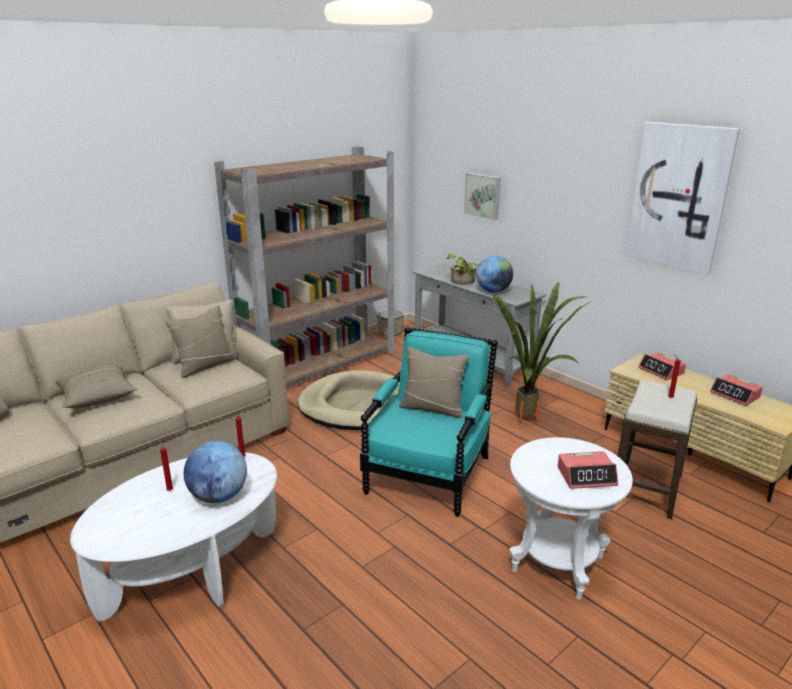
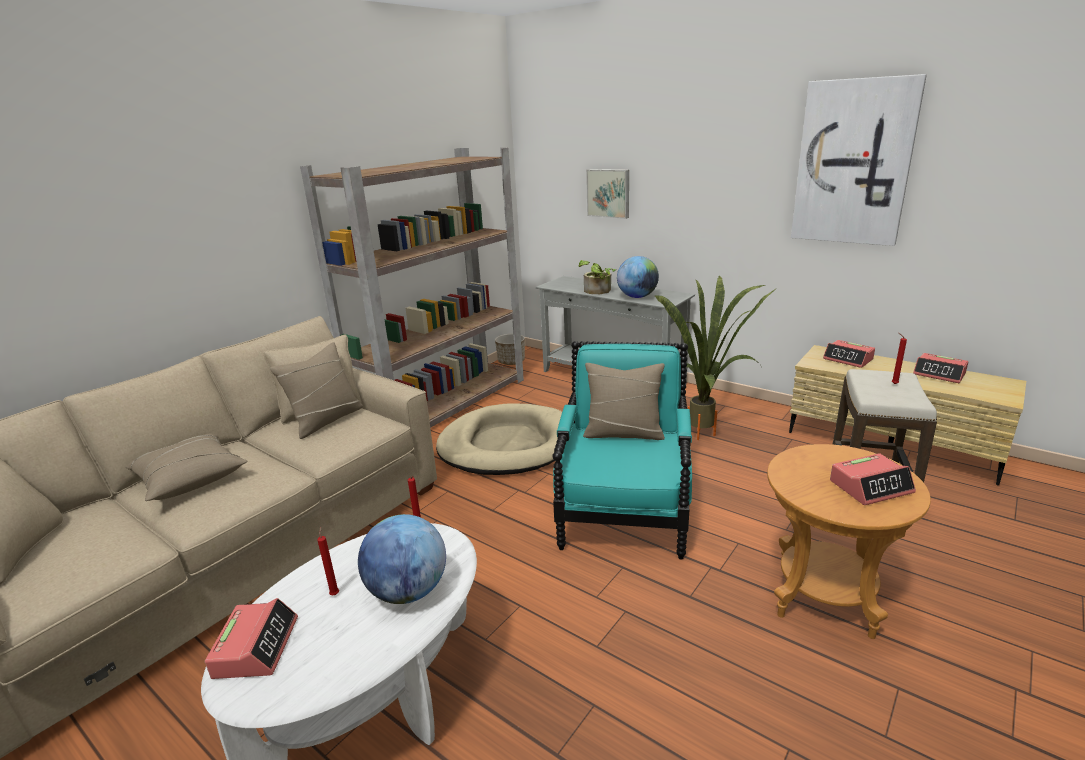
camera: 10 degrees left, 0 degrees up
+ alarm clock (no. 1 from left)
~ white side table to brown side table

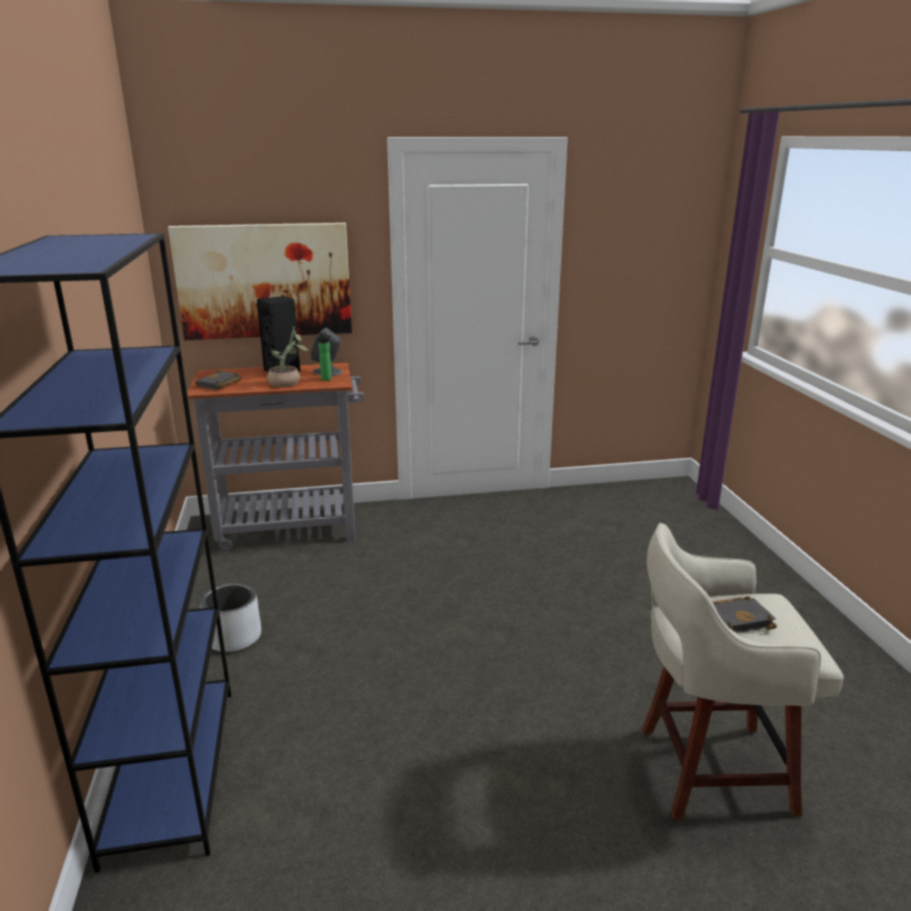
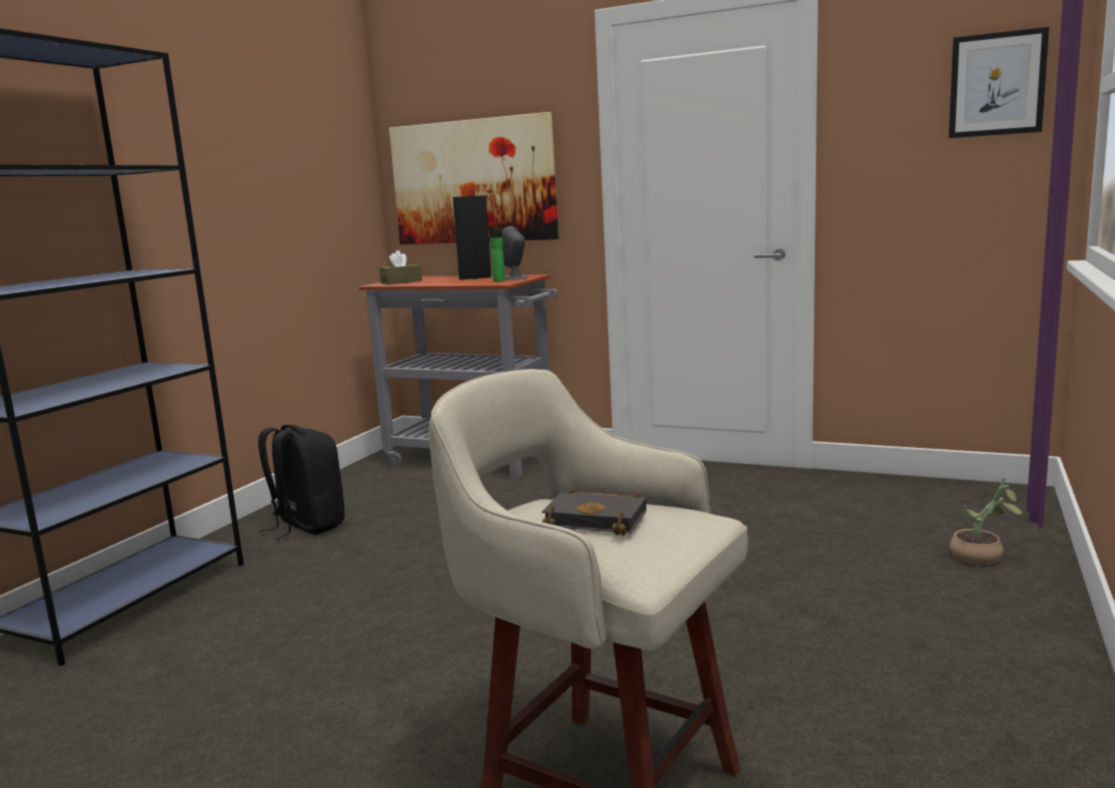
camera: 35 degrees right, 10 degrees down
~ grey planter to black backpack
~ black book (no. 1 from left) to brown tissue box
+ picture (no. 2 from left)
~ potted plant

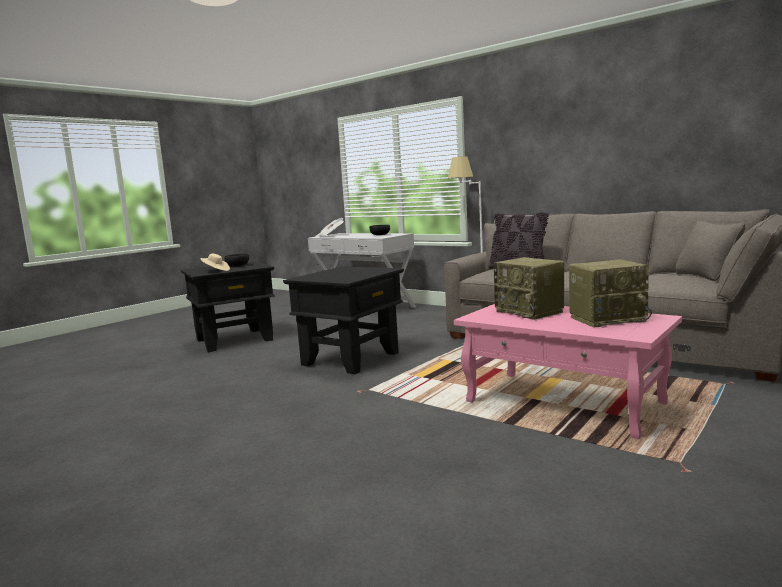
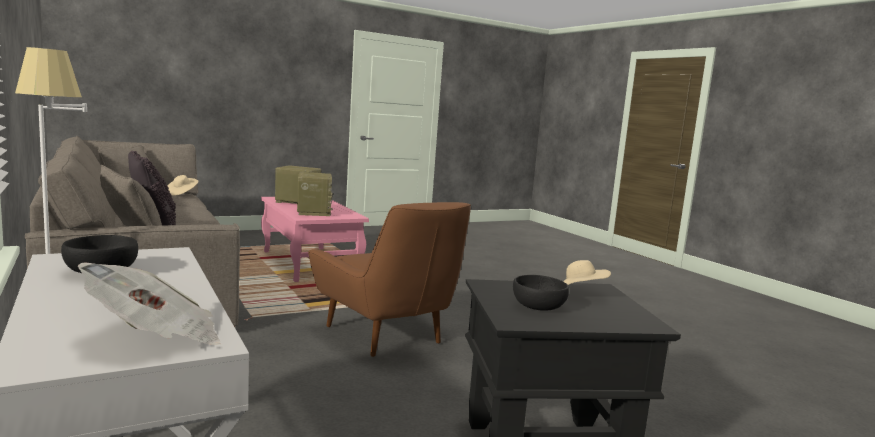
camera: 160 degrees left, 0 degrees up
+ beige hat (no. 1 from left)
~ black side table (no. 2 from left) to brown armchair

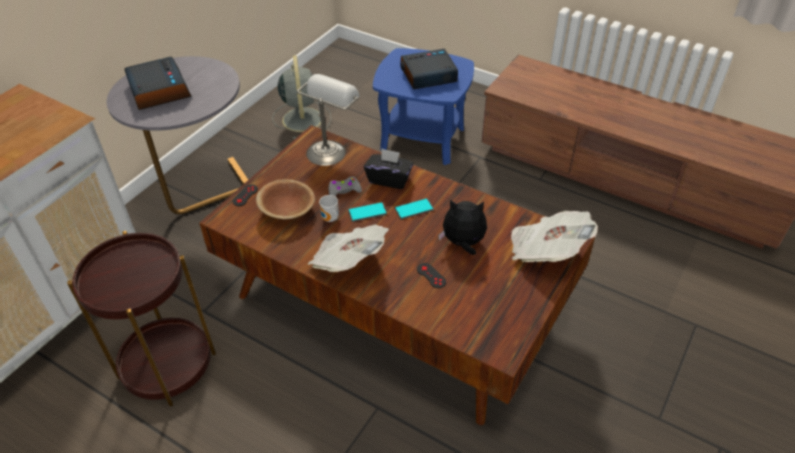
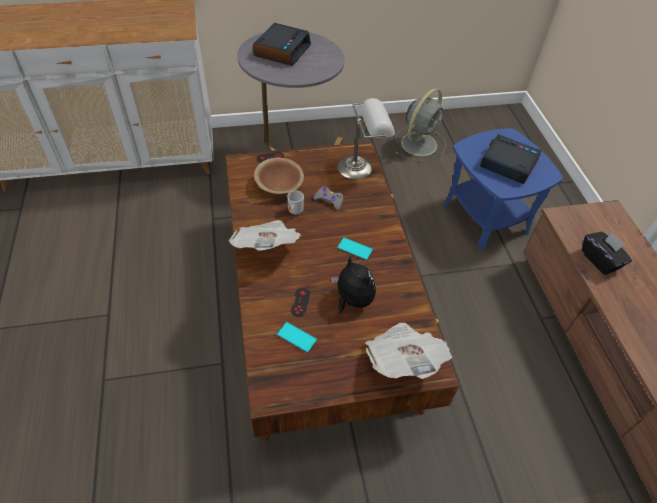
camera: 45 degrees right, 5 degrees up
~ phone (no. 1 from left)
~ black tissue box
- brown side table

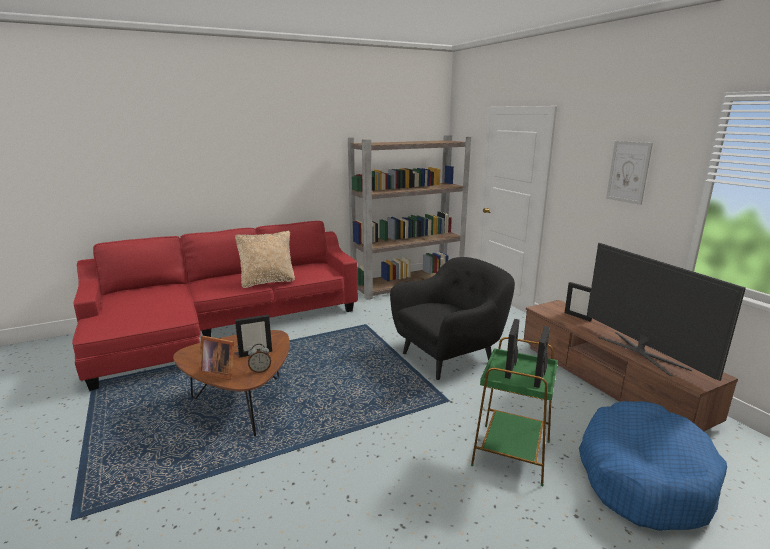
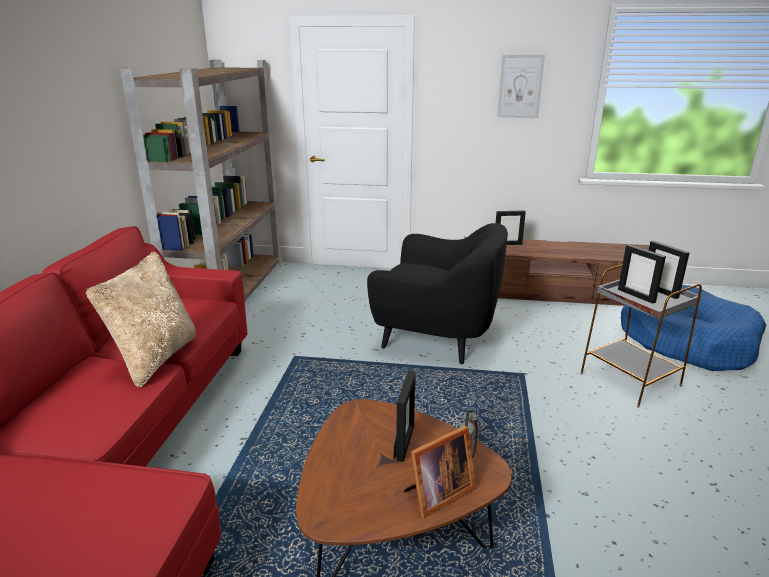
camera: 55 degrees left, 5 degrees up
~ black armchair 105 degrees clockwise
~ green side table to grey side table
- television

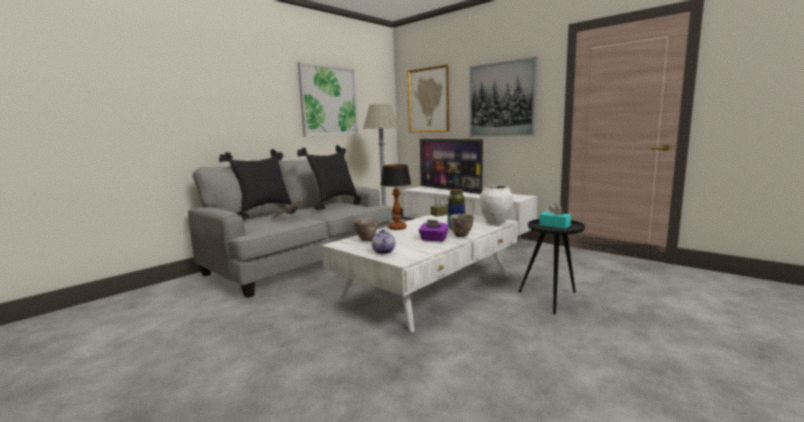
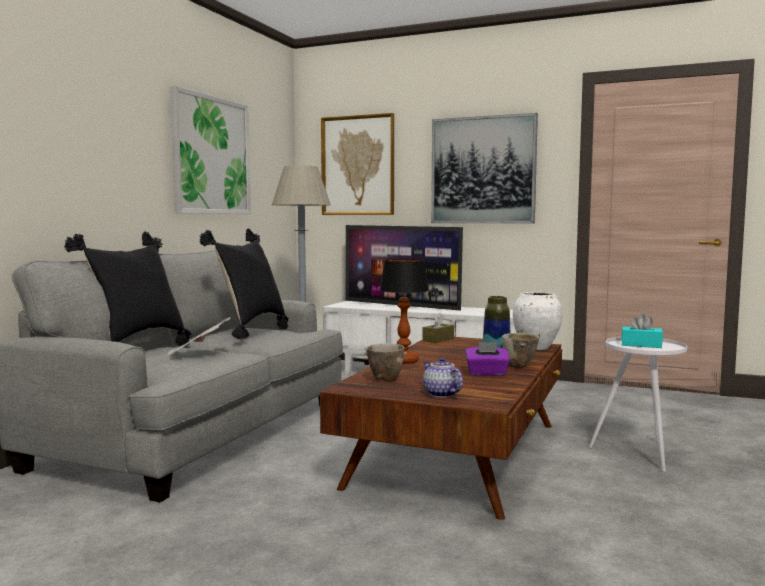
camera: 20 degrees left, 5 degrees down
~ white coffee table to brown coffee table
~ black side table to white side table

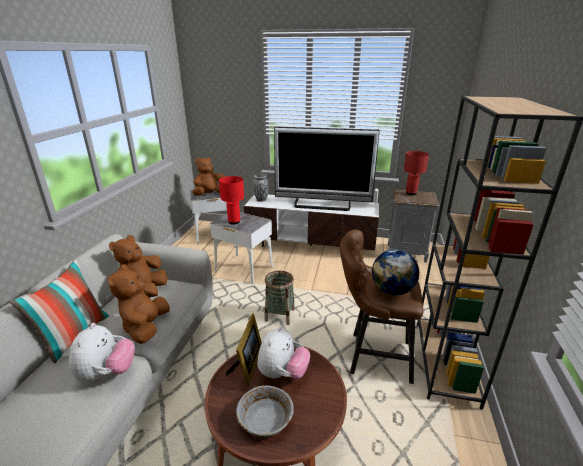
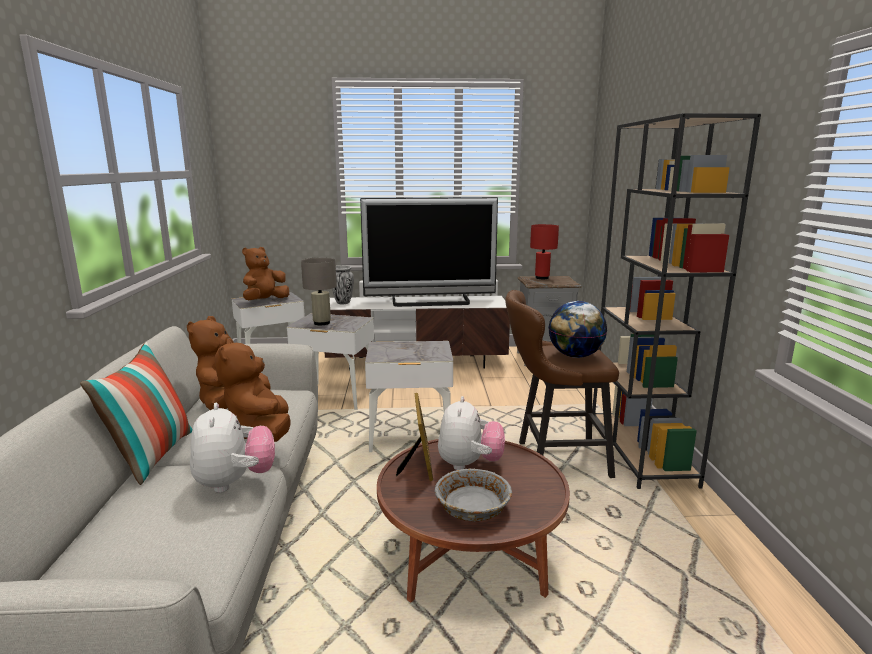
camera: 15 degrees left, 10 degrees down
~ red table lamp (no. 1 from left) to grey table lamp
~ basket to side table (no. 3 from left)

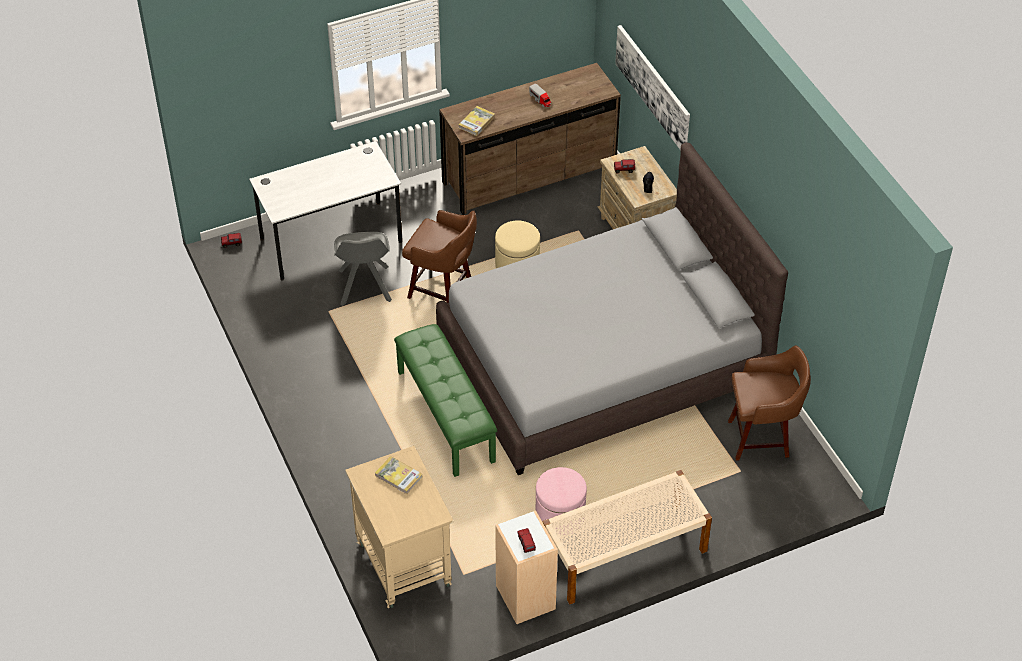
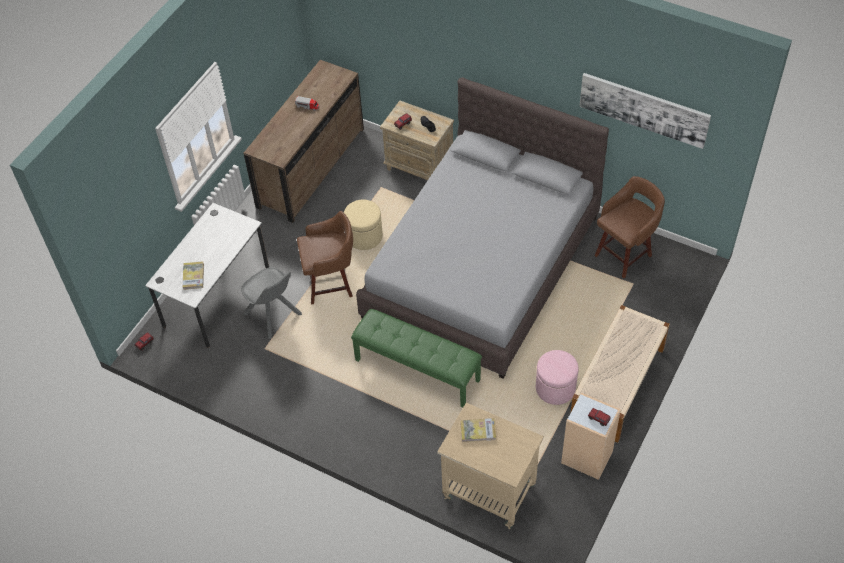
camera: 35 degrees left, 5 degrees up
~ book (no. 2 from left in the first image) to book (no. 1 from left)
~ picture

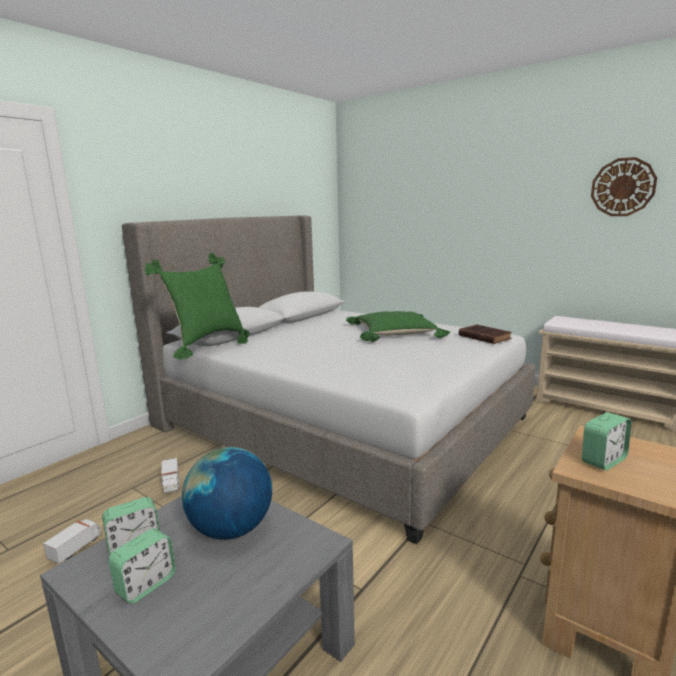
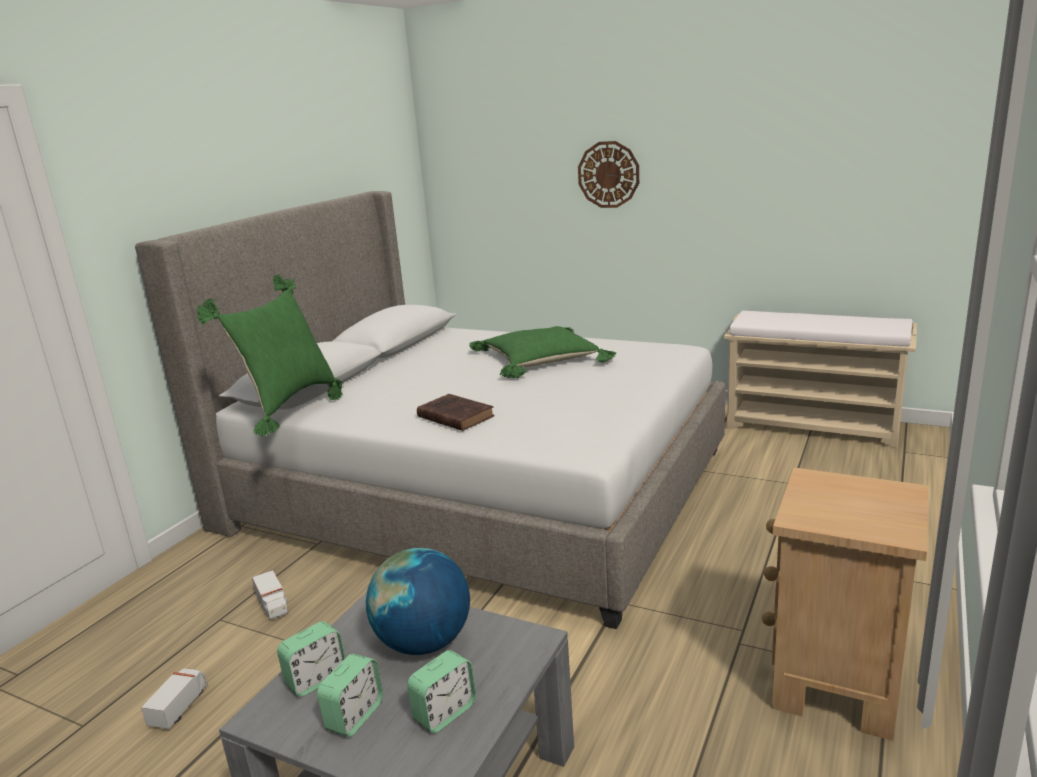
camera: 10 degrees left, 5 degrees up
~ alarm clock (no. 3 from left)
~ brown book
~ wall clock

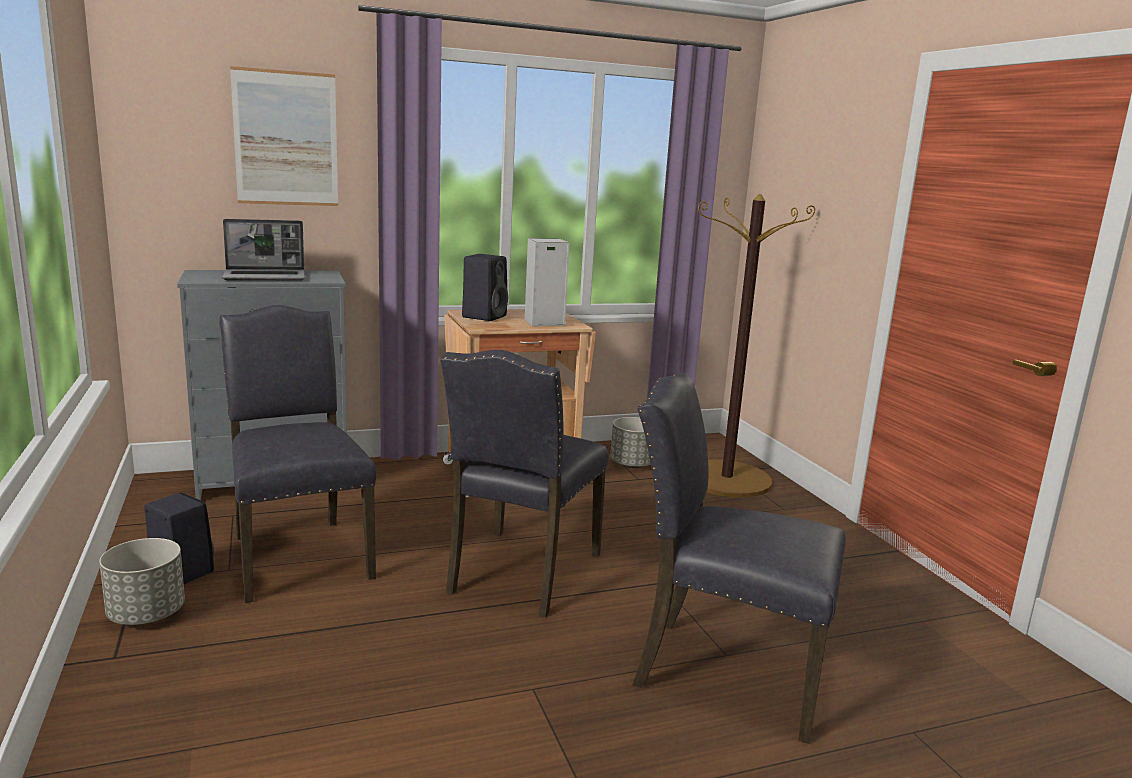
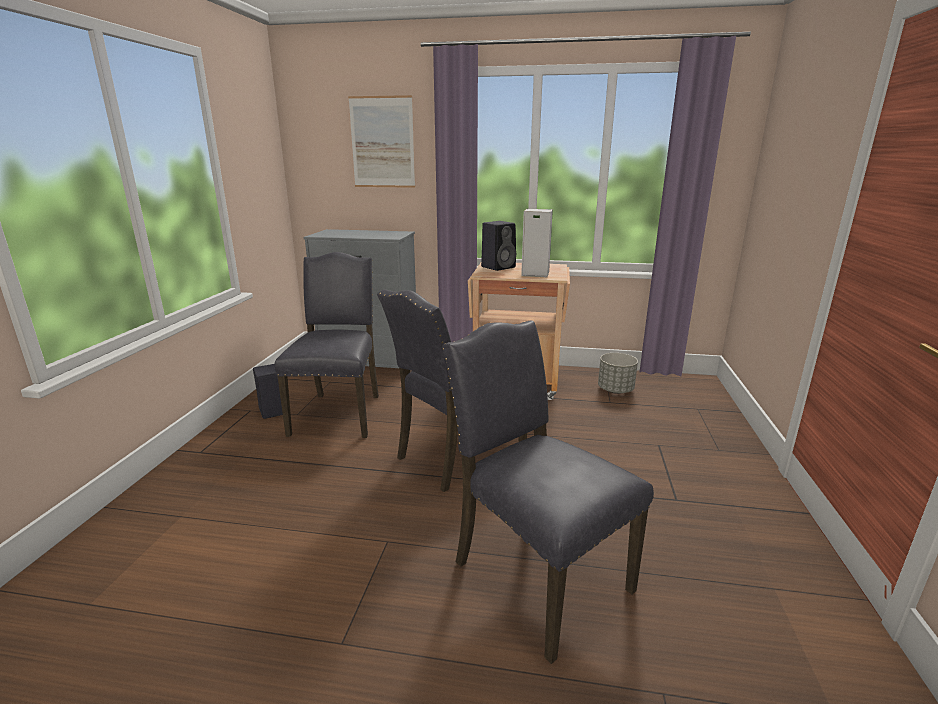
camera: 30 degrees right, 5 degrees up
- grey planter (no. 1 from left)
- laptop
- brown clothes rack

